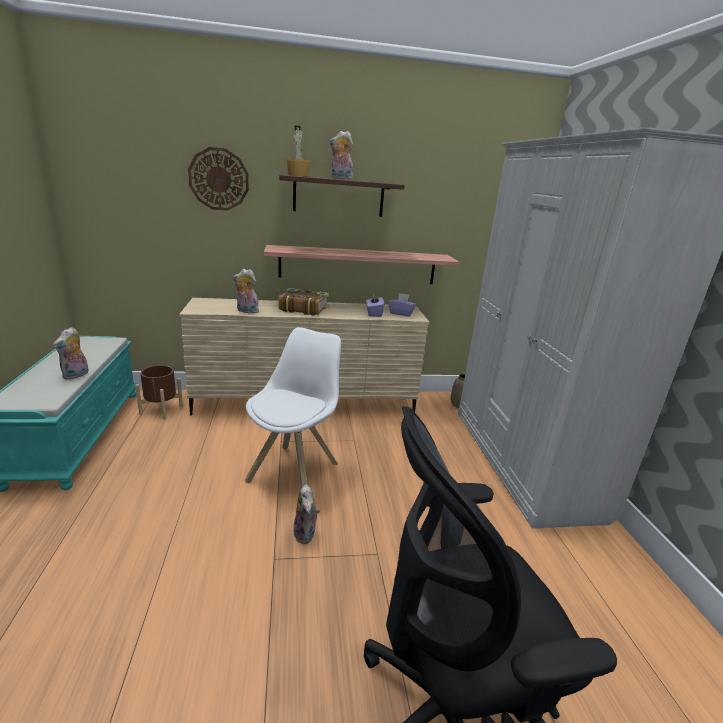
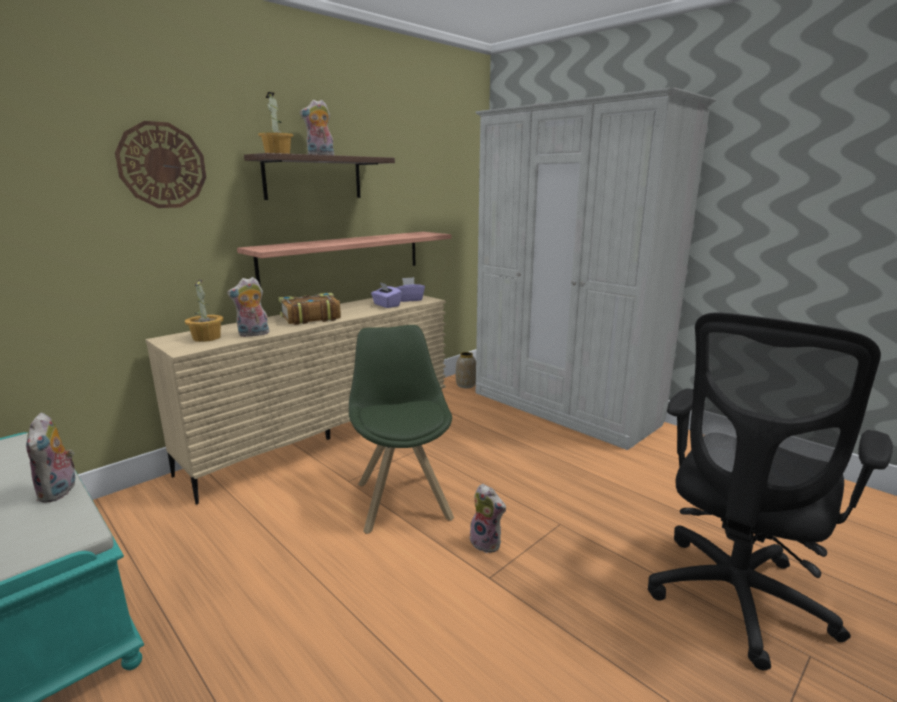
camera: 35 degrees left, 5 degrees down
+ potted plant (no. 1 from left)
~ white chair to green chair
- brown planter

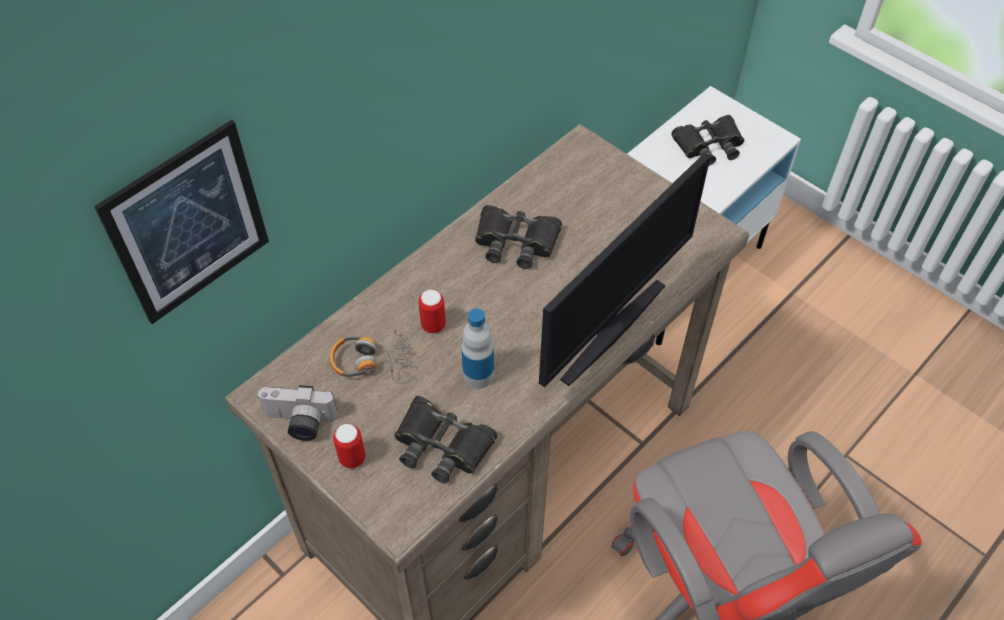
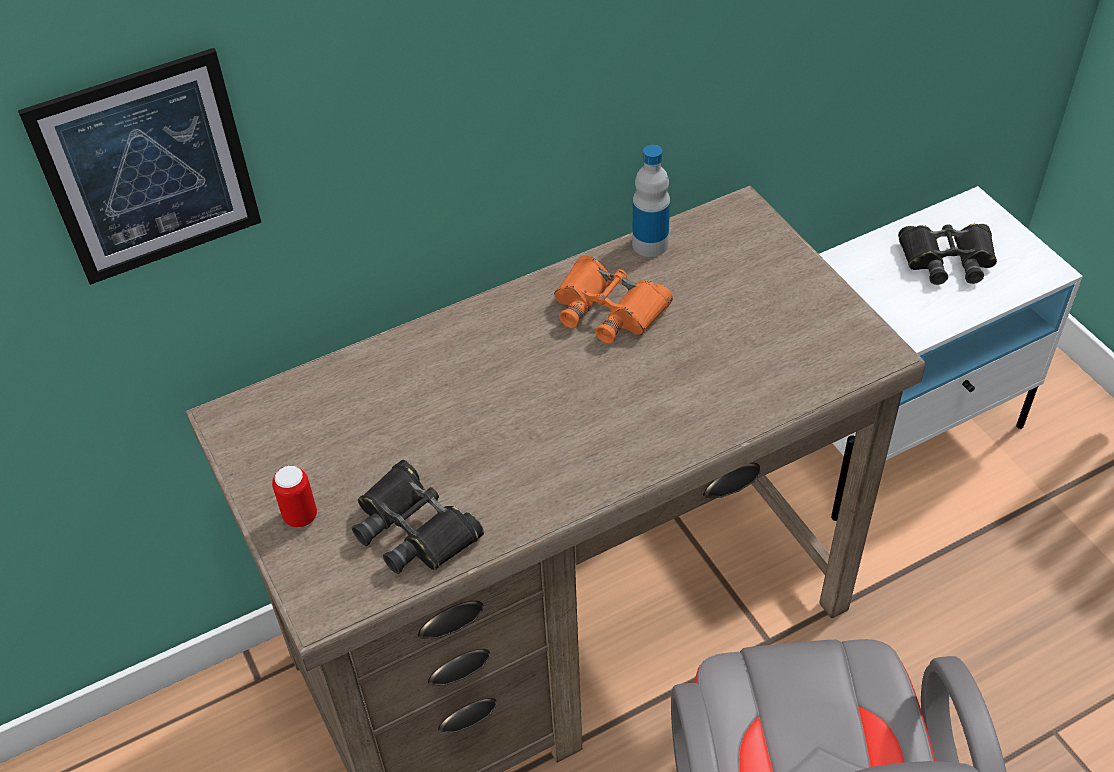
camera: 20 degrees right, 5 degrees down
~ black binoculars (no. 2 from left) to orange binoculars
~ bottle
- photo camera
- headphones
- can (no. 2 from left)
- monitor

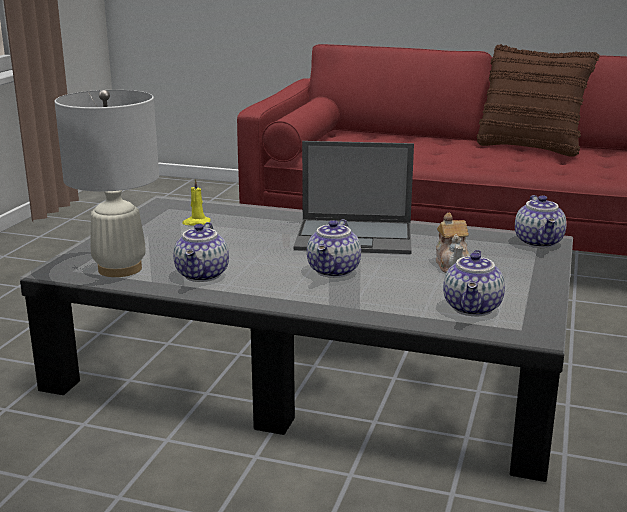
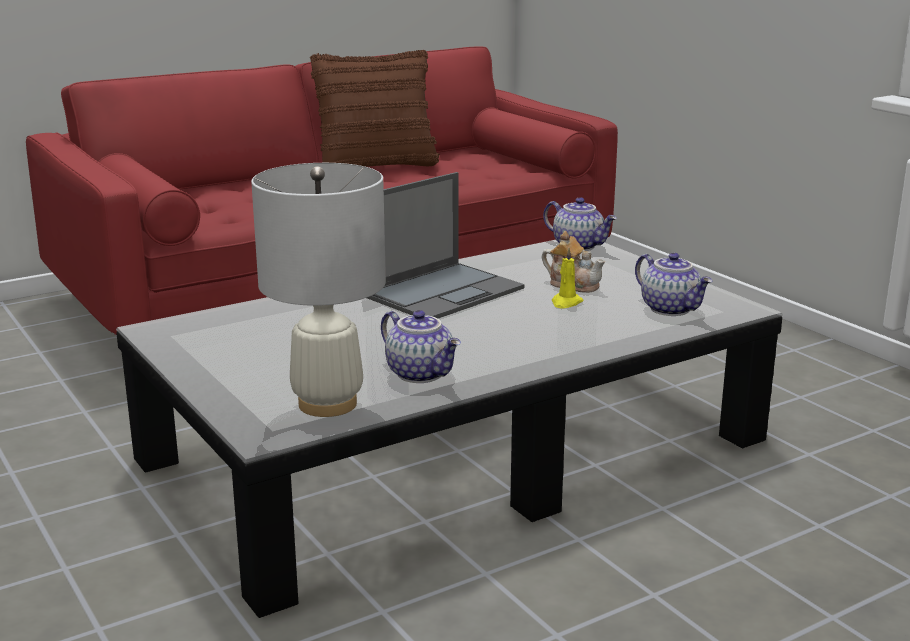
camera: 50 degrees left, 0 degrees up
~ yellow candle
- teapot (no. 2 from left)

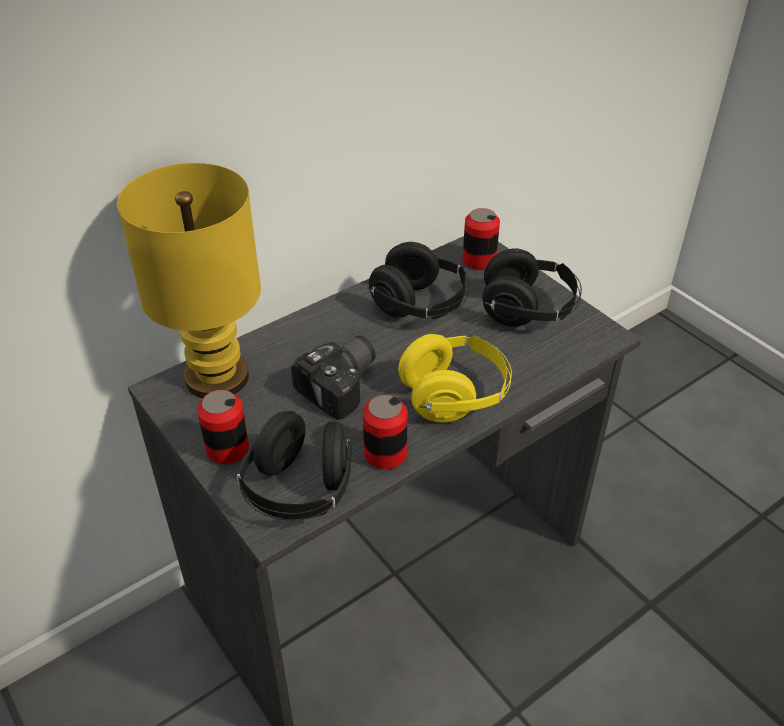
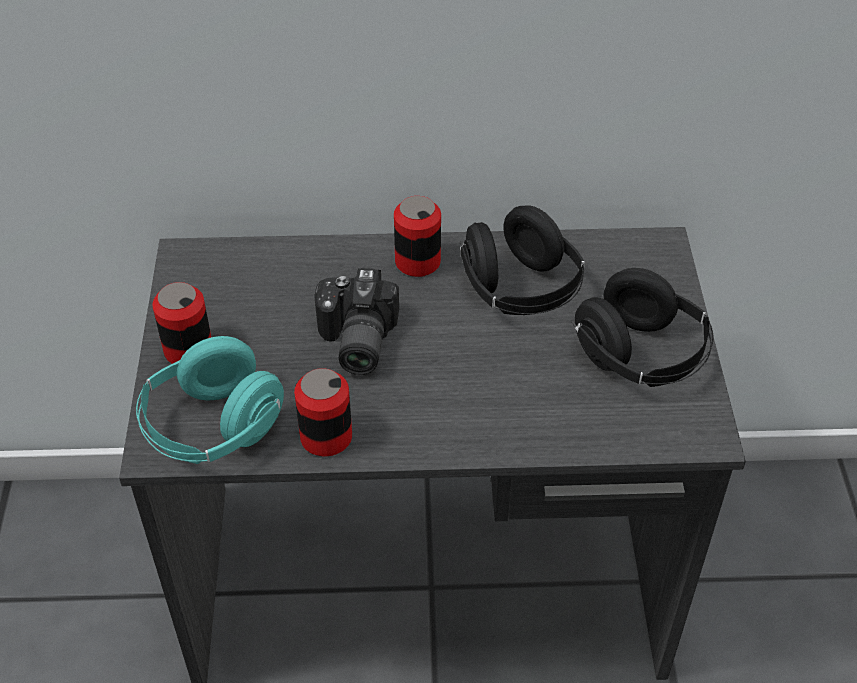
camera: 35 degrees right, 5 degrees up
~ black headphones (no. 1 from left) to turquoise headphones
~ photo camera 105 degrees clockwise
~ can (no. 3 from left)
- yellow table lamp
- yellow headphones

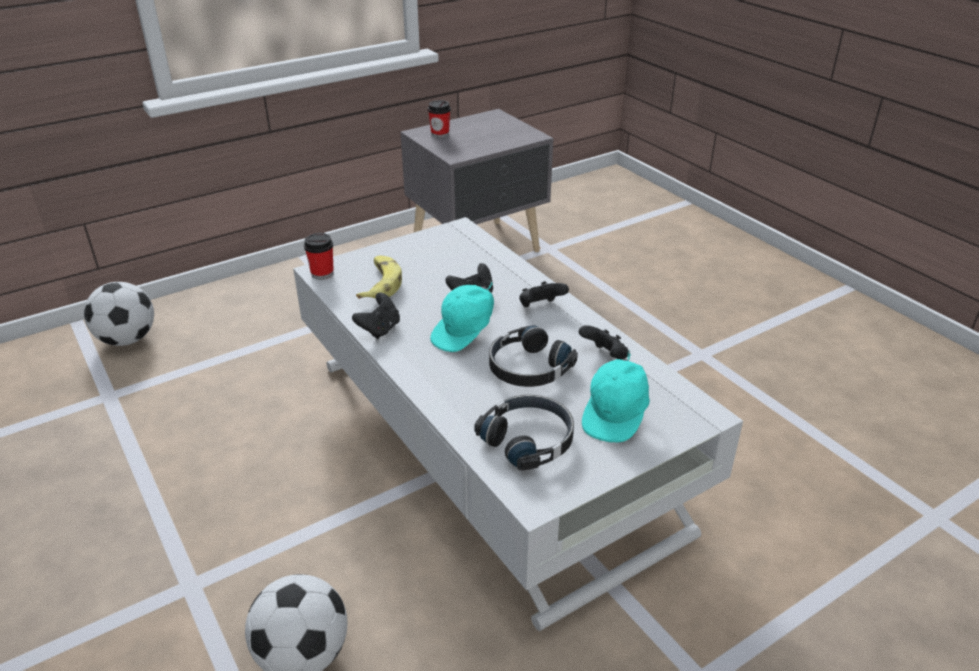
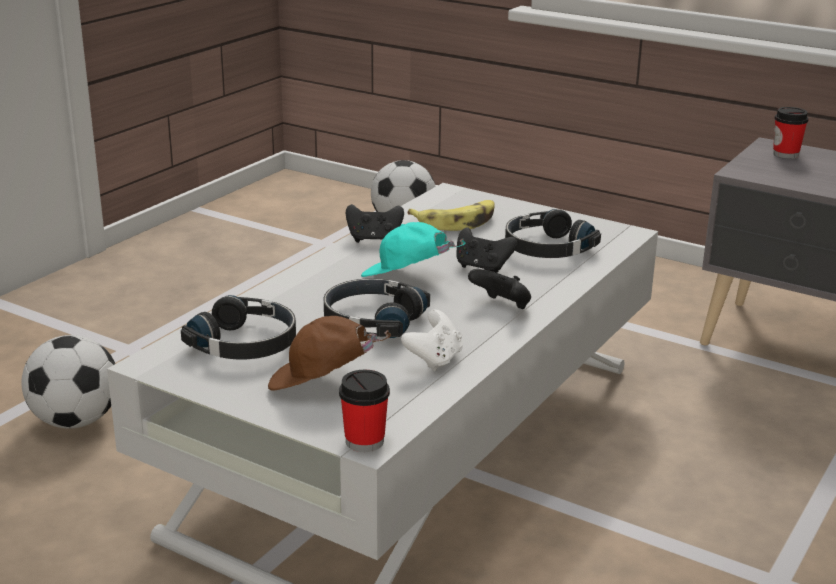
camera: 65 degrees right, 10 degrees down
~ turquoise cap (no. 2 from left) to brown cap
~ cup (no. 1 from left)
~ black game controller (no. 4 from left) to white game controller
+ black headphones (no. 3 from left)

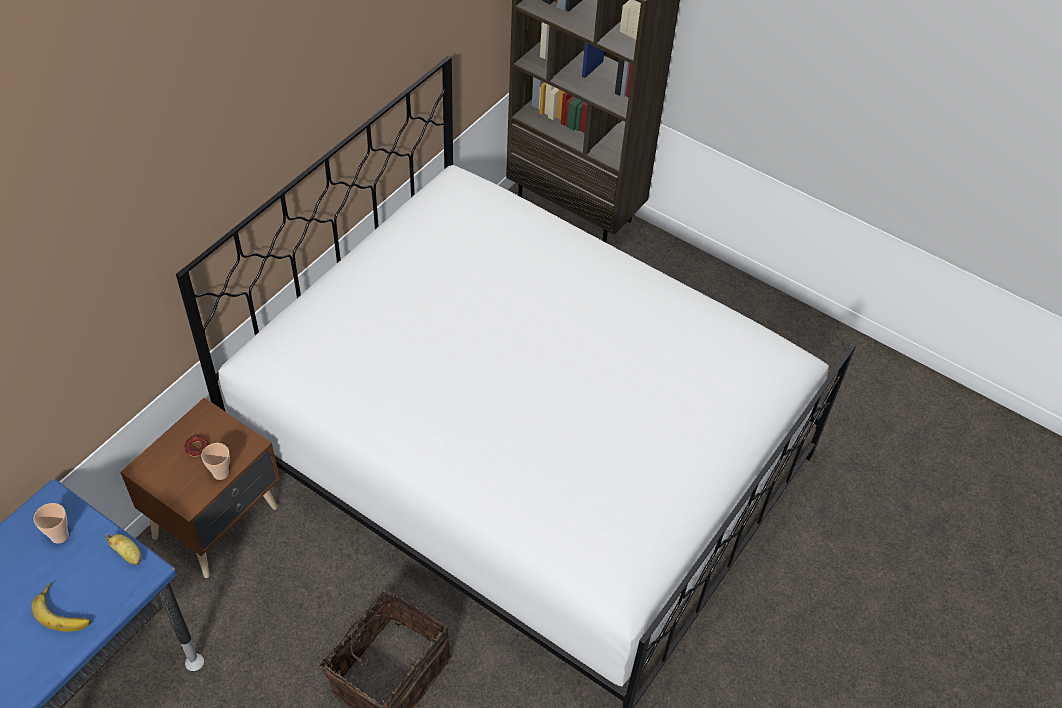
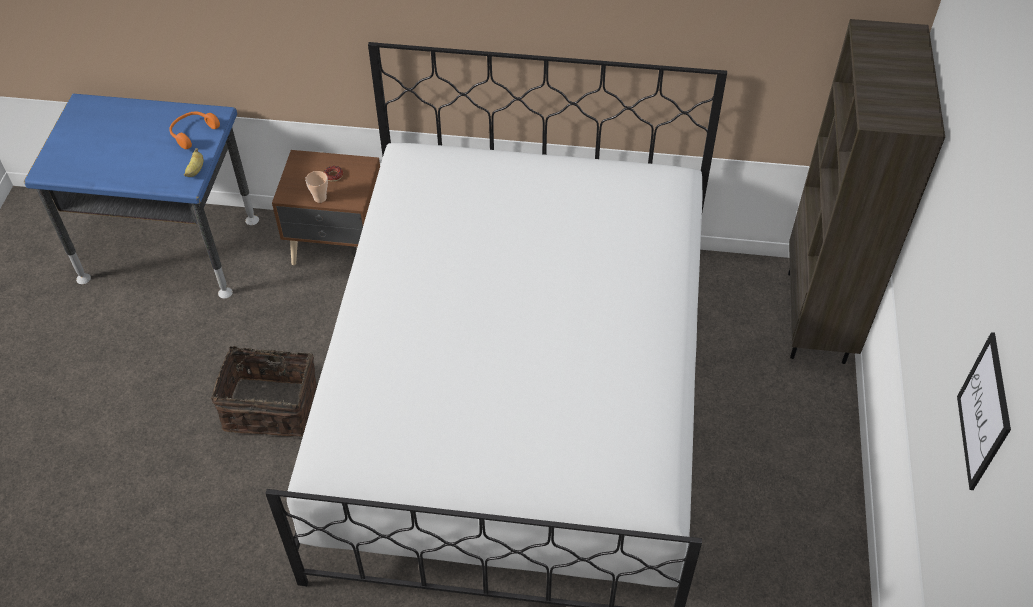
camera: 65 degrees right, 0 degrees up
~ cup (no. 1 from left) to orange headphones
+ picture
- banana (no. 1 from left)

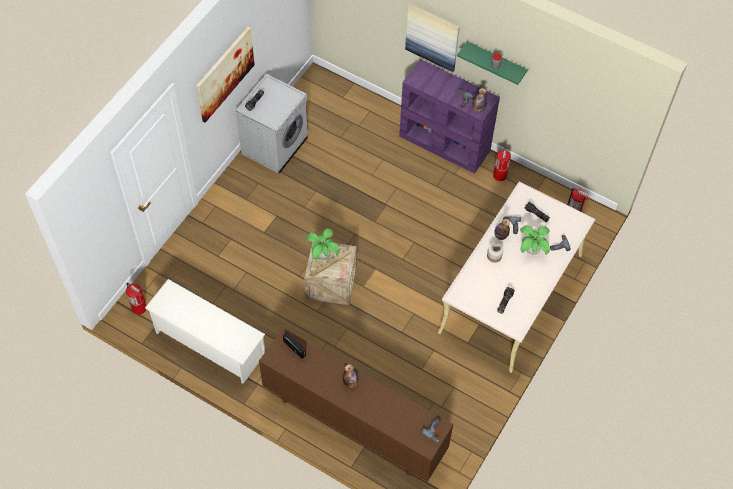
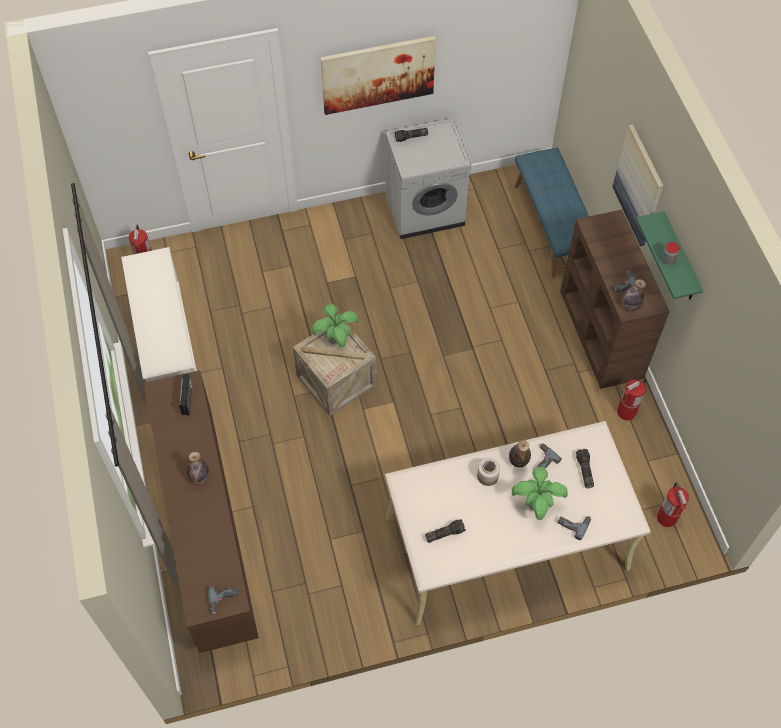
camera: 45 degrees right, 0 degrees up
+ blue bench
~ purple bookcase to brown bookcase

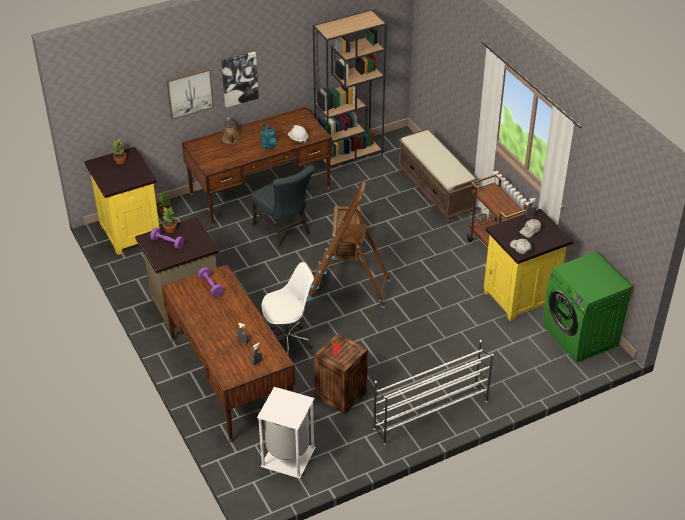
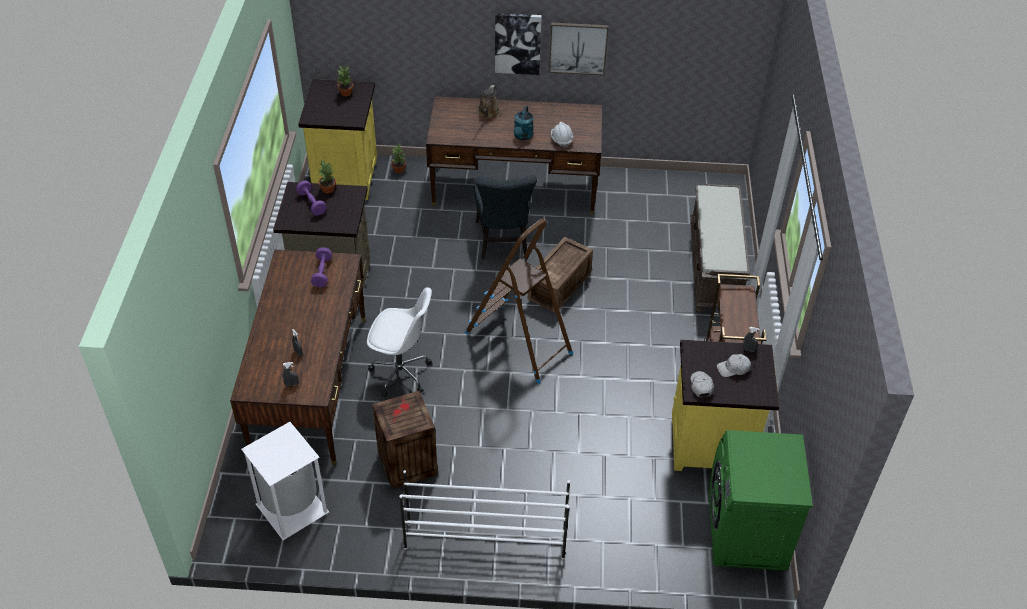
camera: 30 degrees right, 5 degrees up
~ picture (no. 1 from left in the first image) to picture (no. 2 from left)
- bookcase

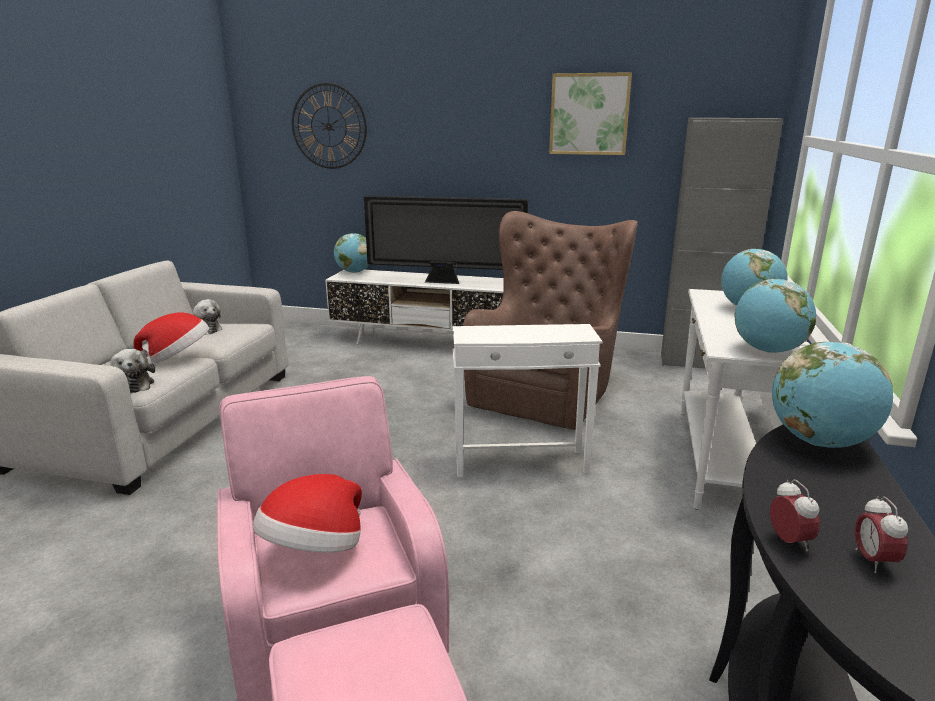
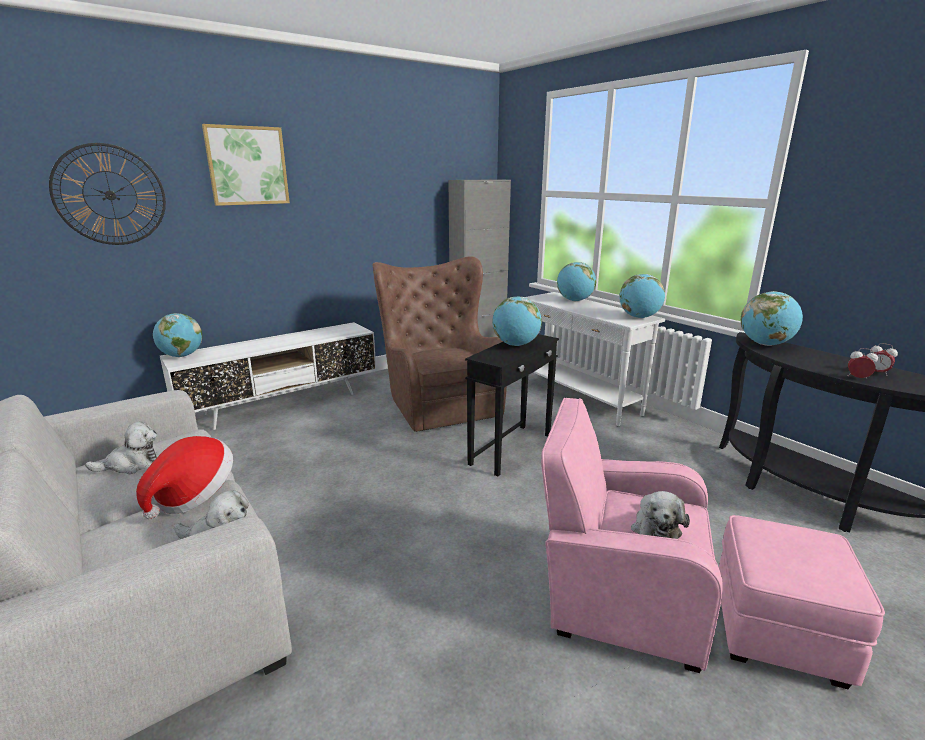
camera: 50 degrees left, 0 degrees up
~ picture
~ white side table to black side table
+ globe (no. 2 from left)
~ hat (no. 2 from left) to plush toy (no. 3 from left)
- television

